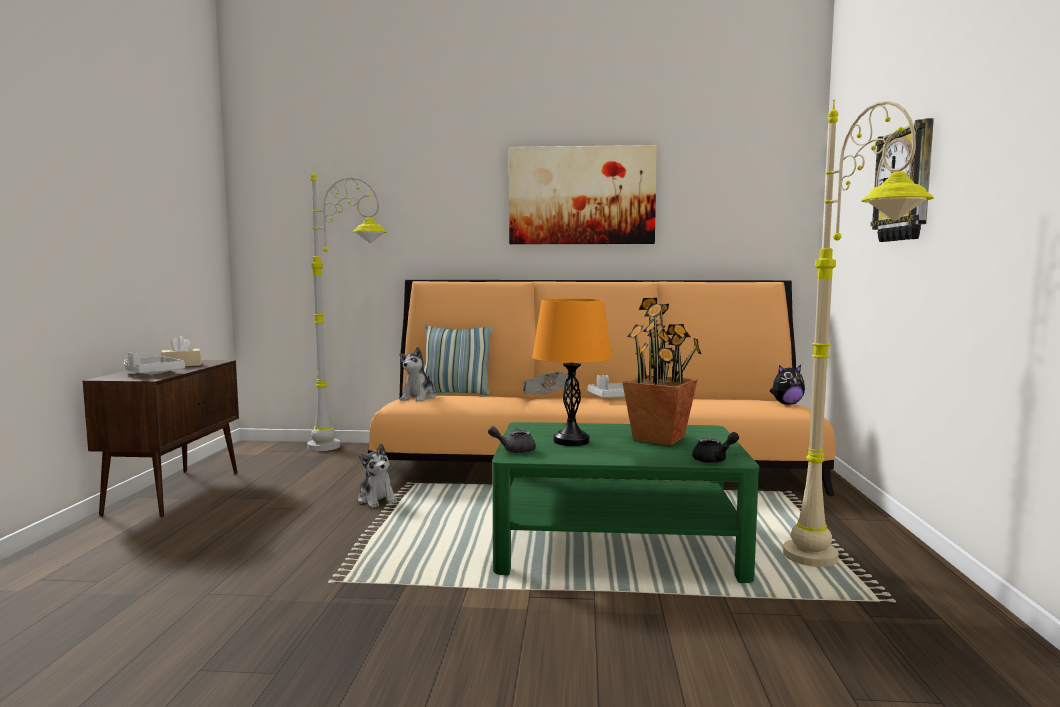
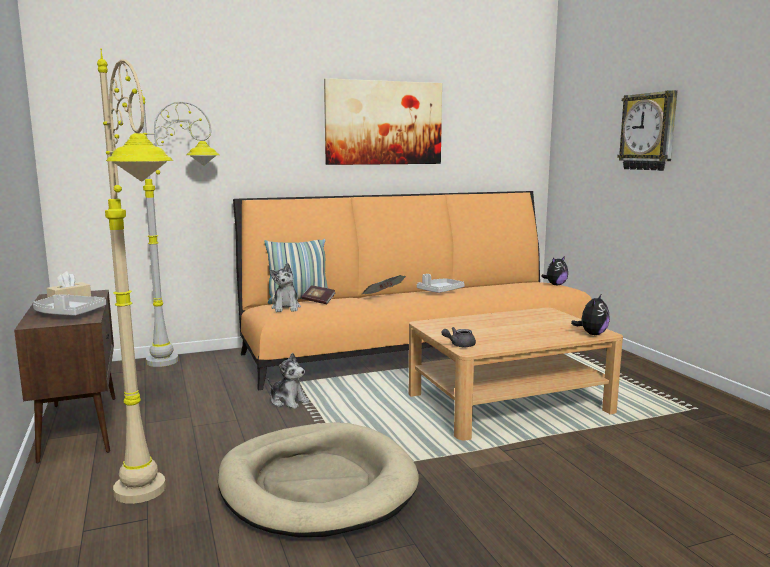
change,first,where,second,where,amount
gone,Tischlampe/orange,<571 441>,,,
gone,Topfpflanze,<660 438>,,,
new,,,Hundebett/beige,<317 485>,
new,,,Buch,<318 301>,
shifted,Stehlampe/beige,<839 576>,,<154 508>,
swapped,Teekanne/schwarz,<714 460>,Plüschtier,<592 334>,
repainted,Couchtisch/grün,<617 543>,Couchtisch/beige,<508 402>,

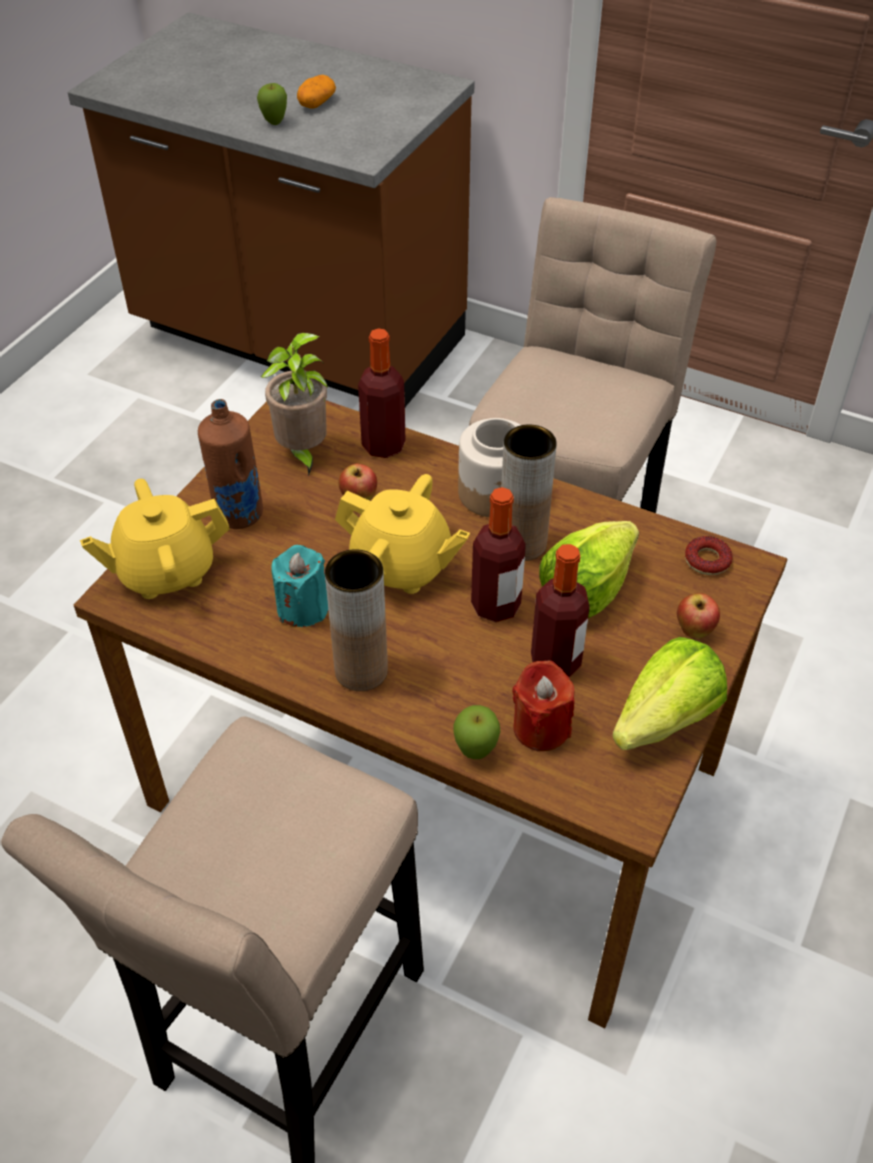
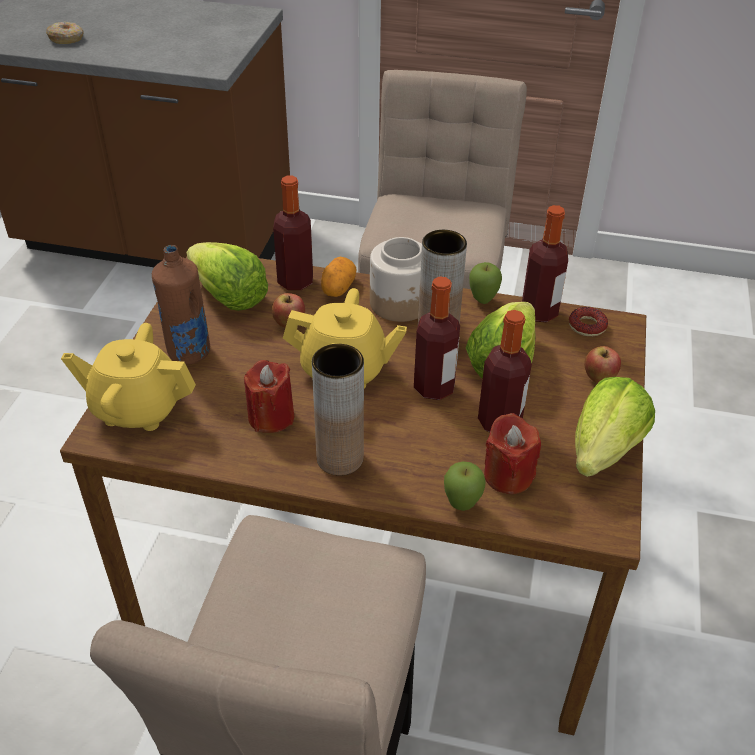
change,first,where,second,where,amount
new,,,Donut,<67 39>,
new,,,Flasche,<539 312>,
shifted,Apfel,<274 123>,,<482 301>,
shifted,Kartoffel,<316 103>,,<338 287>,
swapped,Topfpflanze,<302 453>,Salatkopf,<228 297>,
repainted,Kerze/türkis,<303 608>,Kerze/rot,<271 417>,
rotated,Teekanne/gelb,<165 571>,,<137 408>,45 degrees clockwise

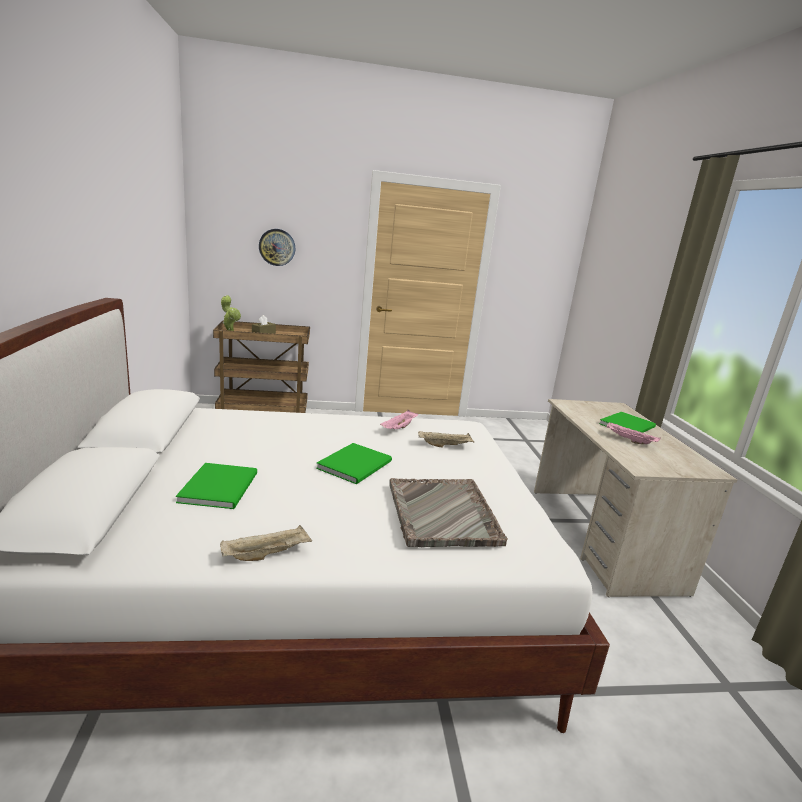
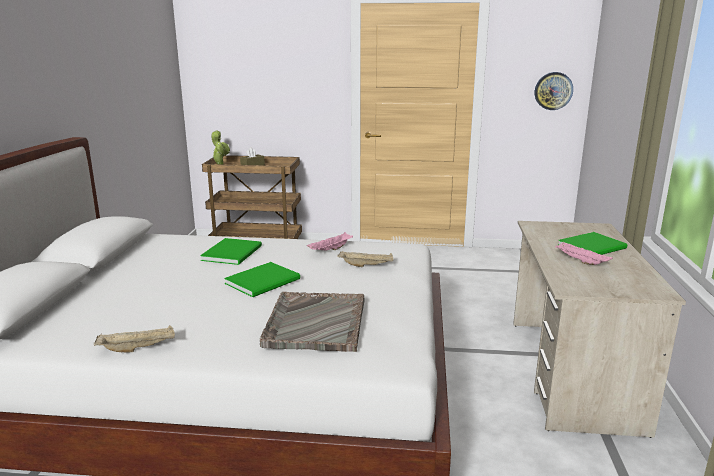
change,first,where,second,where,amount
shifted,Buch/grün,<221 486>,,<234 252>,
shifted,Wanduhr,<277 247>,,<553 91>,

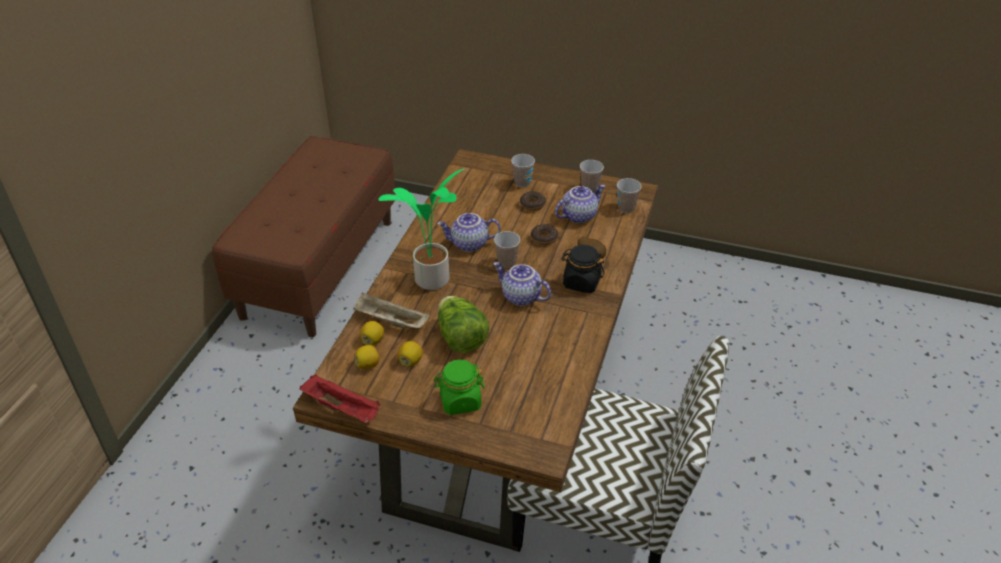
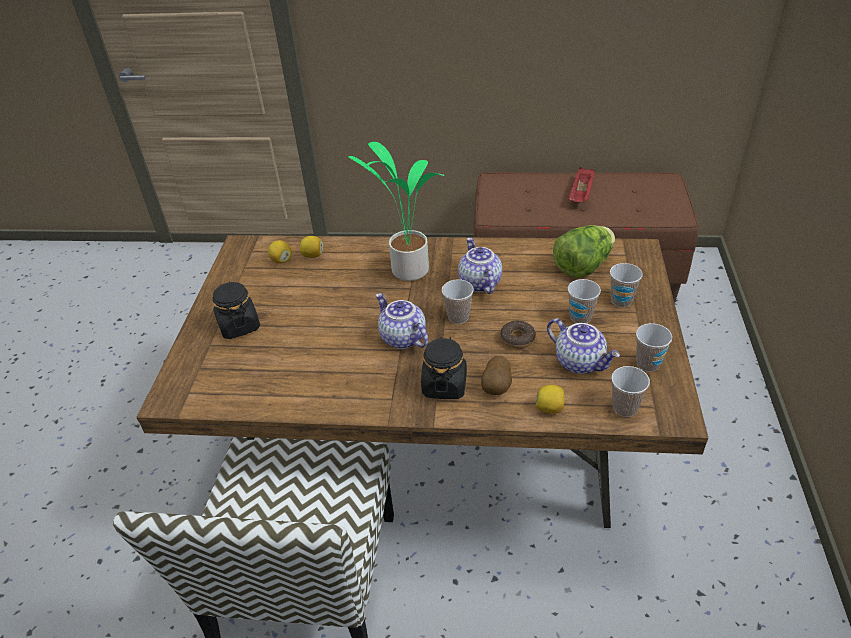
change,first,where,second,where,amount
gone,Tablett/beige,<390 321>,,,
shifted,Tablett/rot,<343 408>,,<581 194>,
shifted,Zitrone,<410 361>,,<550 408>,
shifted,Salatkopf,<460 338>,,<583 266>,
swapped,Donut,<532 204>,Tasse,<580 317>,
repainted,Vorratsglas/grün,<460 401>,Vorratsglas/schwarz,<239 325>,
rotated,Teekanne,<520 297>,,<402 338>,60 degrees counterclockwise

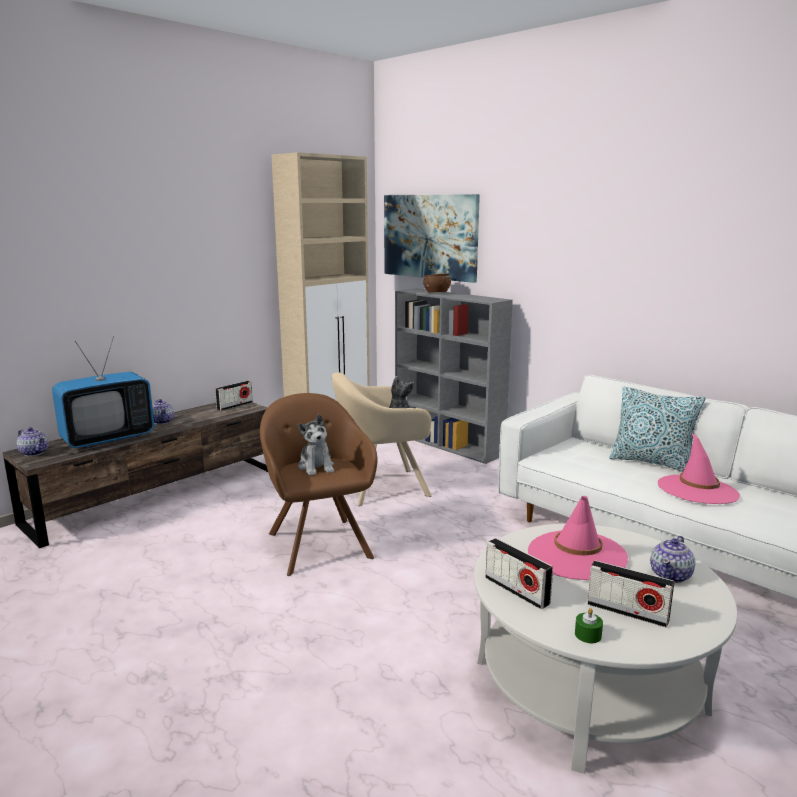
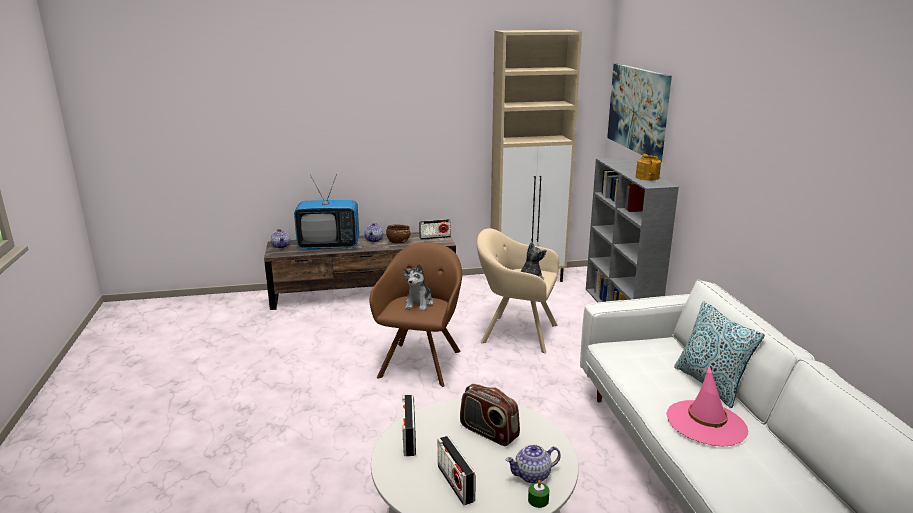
change,first,where,second,where,amount
new,,,Teekanne,<647 177>,
shifted,Schüssel/braun,<437 293>,,<398 242>,
shifted,Kerze/grün,<588 635>,,<538 500>,
swapped,Hut/rosa,<576 555>,Radio,<488 432>,

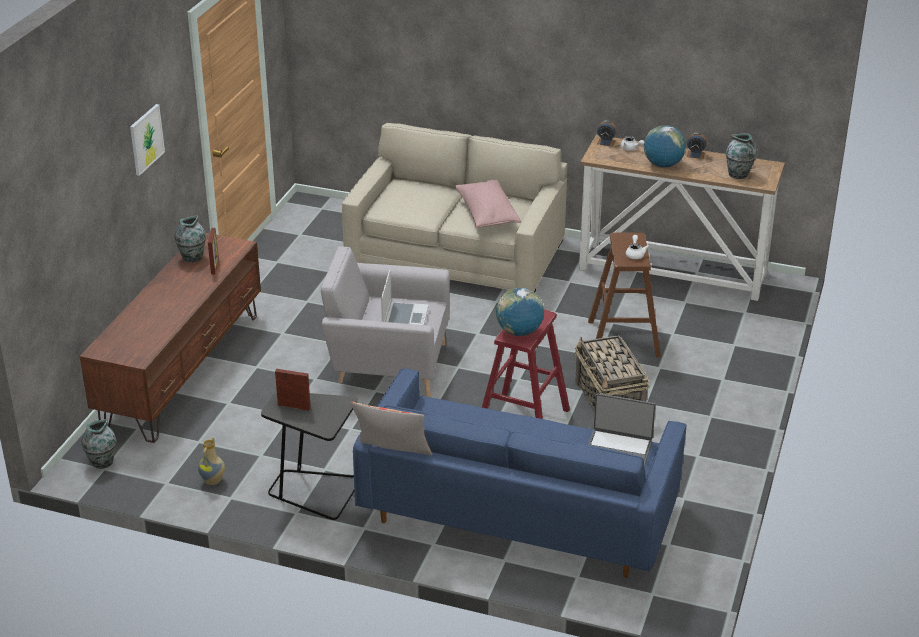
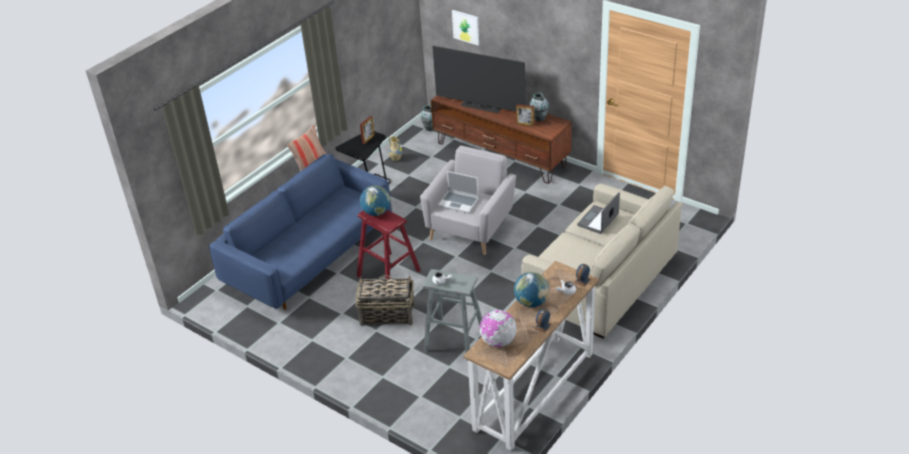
change,first,where,second,where,amount
gone,Kissen/rosa,<487 214>,,,
new,,,Fernseher,<480 107>,
shifted,Bild,<146 139>,,<466 27>,
shifted,Laptop,<618 449>,,<598 220>,
swapped,Vase,<738 175>,Globus,<498 341>,
repainted,Hocker/braun,<623 338>,Hocker/grau,<454 339>,

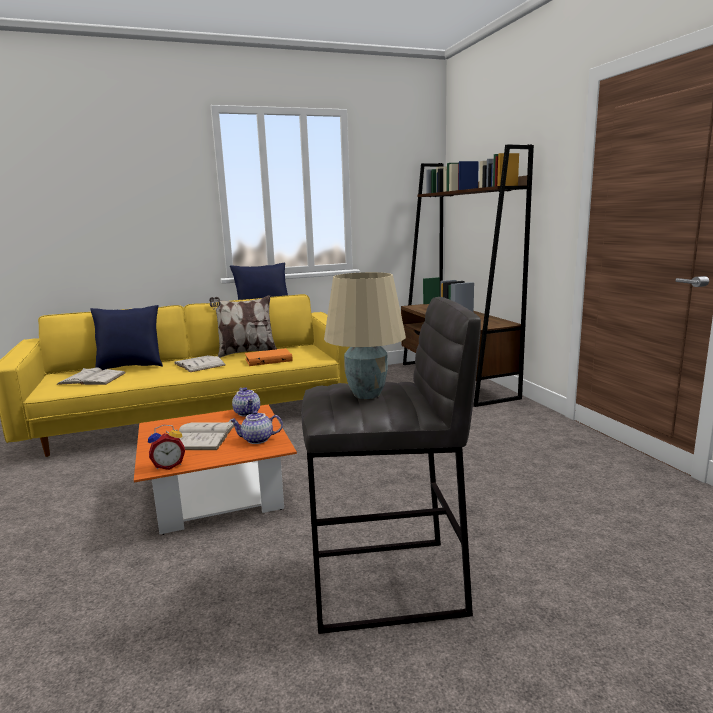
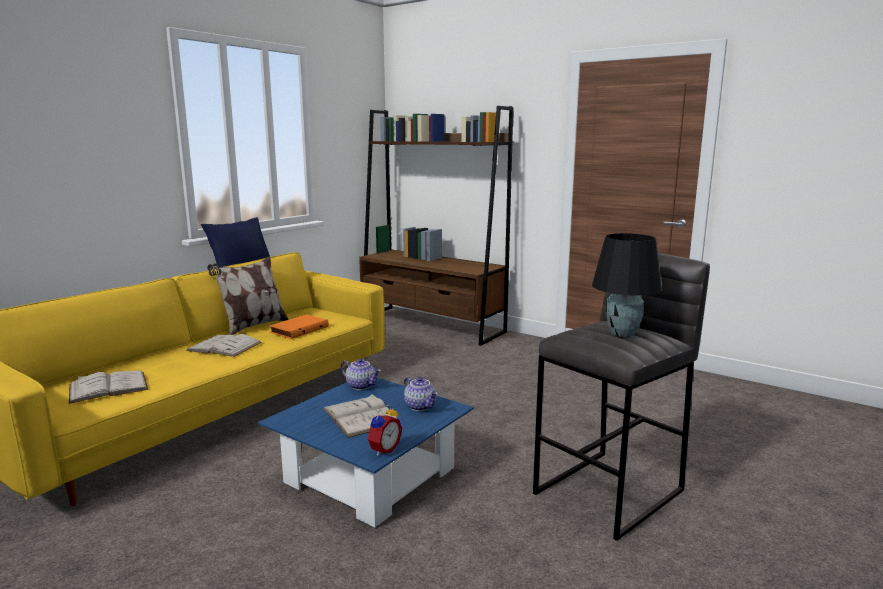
change,first,where,second,where,amount
gone,Kissen/blau,<130 367>,,,
repainted,Couchtisch/orange,<218 493>,Couchtisch/blau,<370 475>,
repainted,Tischlampe/beige,<366 394>,Tischlampe/schwarz,<621 333>,
rotated,Teekanne,<257 440>,,<421 406>,90 degrees counterclockwise

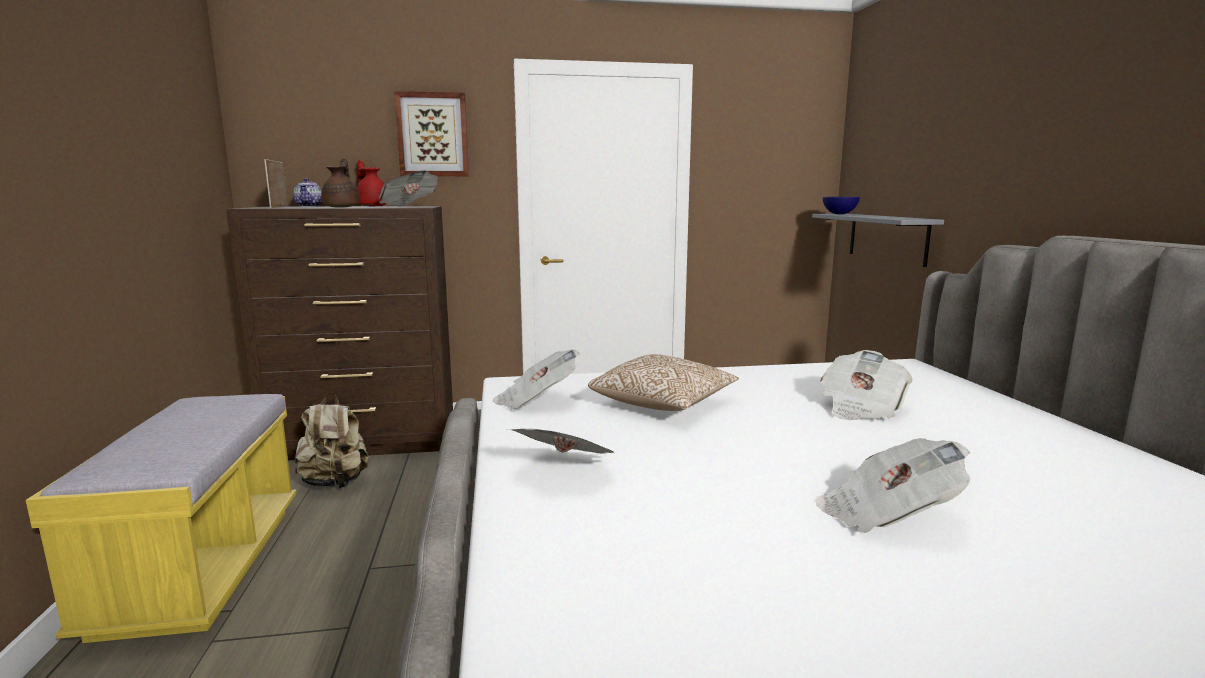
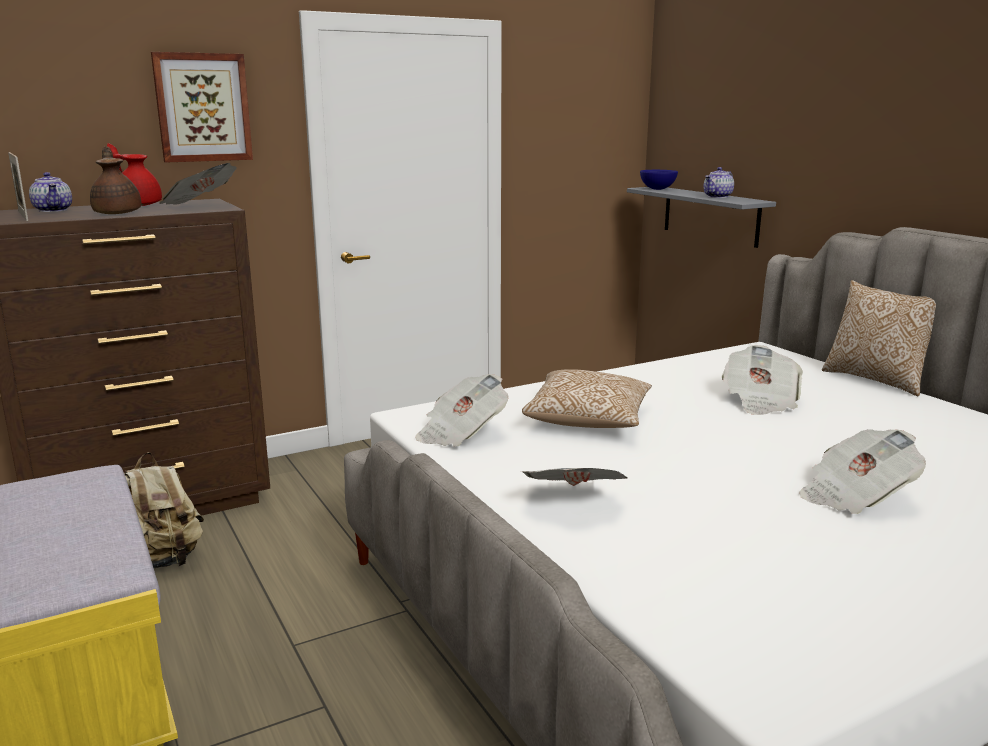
change,first,where,second,where,amount
new,,,Teekanne,<718 196>,
new,,,Kissen,<876 380>,

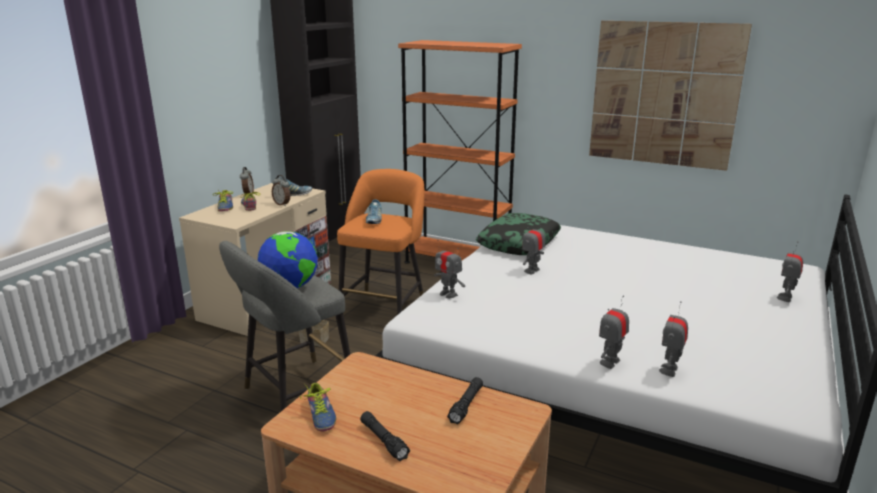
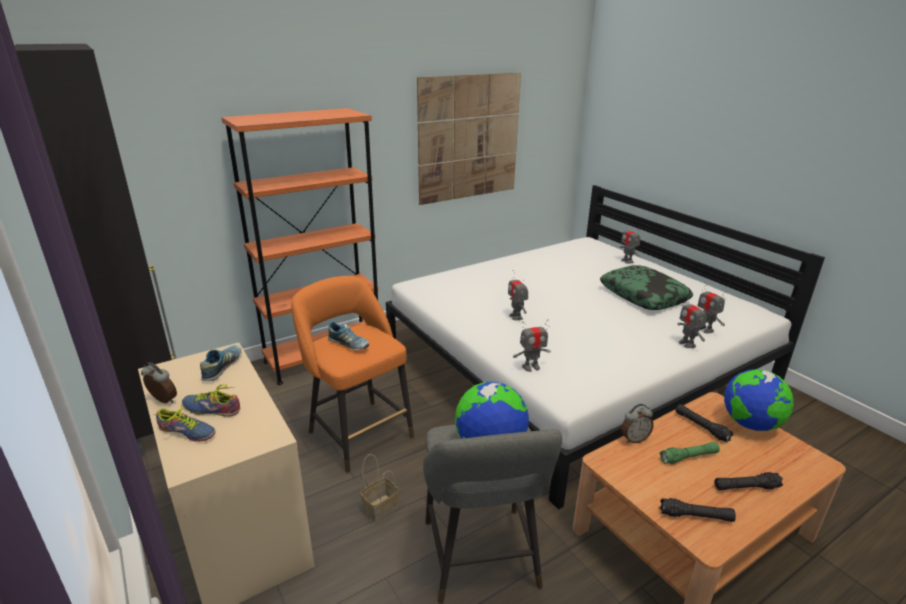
change,first,where,second,where,amount
new,,,Taschenlampe/grün,<688 457>,
new,,,Globus,<750 424>,
shifted,Wecker,<282 204>,,<634 439>,
shifted,Kissen,<519 243>,,<644 295>,
swapped,Schuh,<319 416>,Taschenlampe/schwarz,<695 516>,

